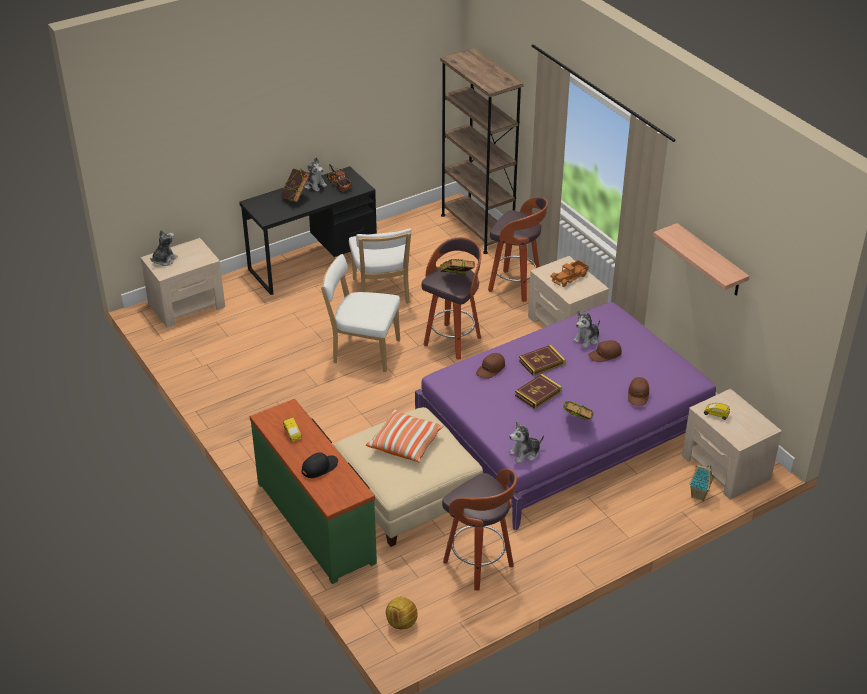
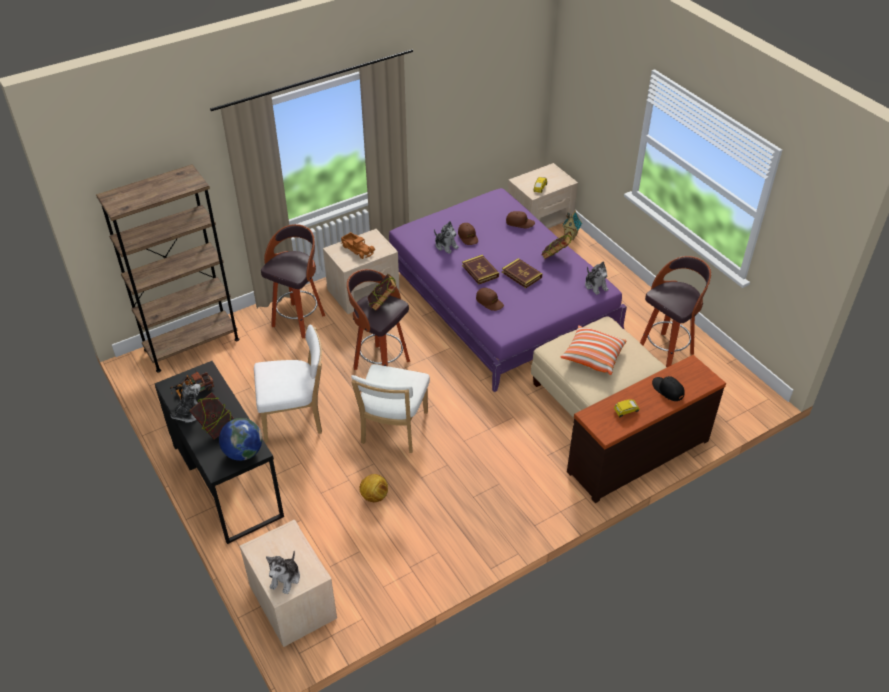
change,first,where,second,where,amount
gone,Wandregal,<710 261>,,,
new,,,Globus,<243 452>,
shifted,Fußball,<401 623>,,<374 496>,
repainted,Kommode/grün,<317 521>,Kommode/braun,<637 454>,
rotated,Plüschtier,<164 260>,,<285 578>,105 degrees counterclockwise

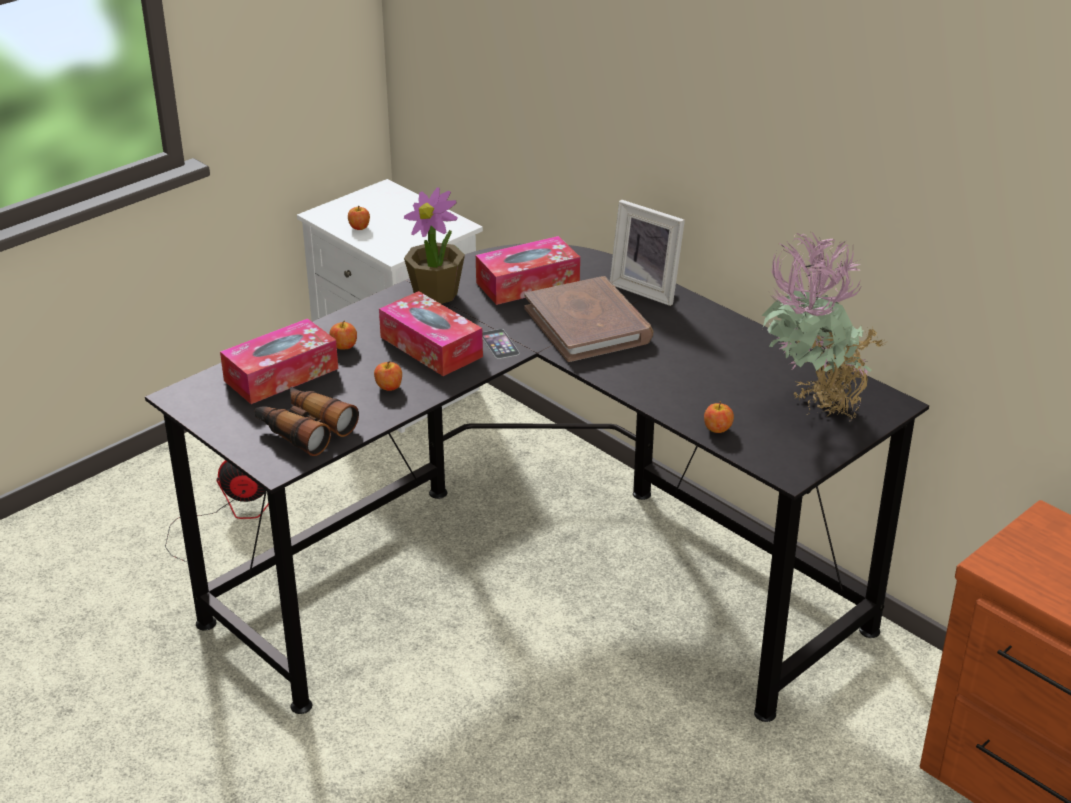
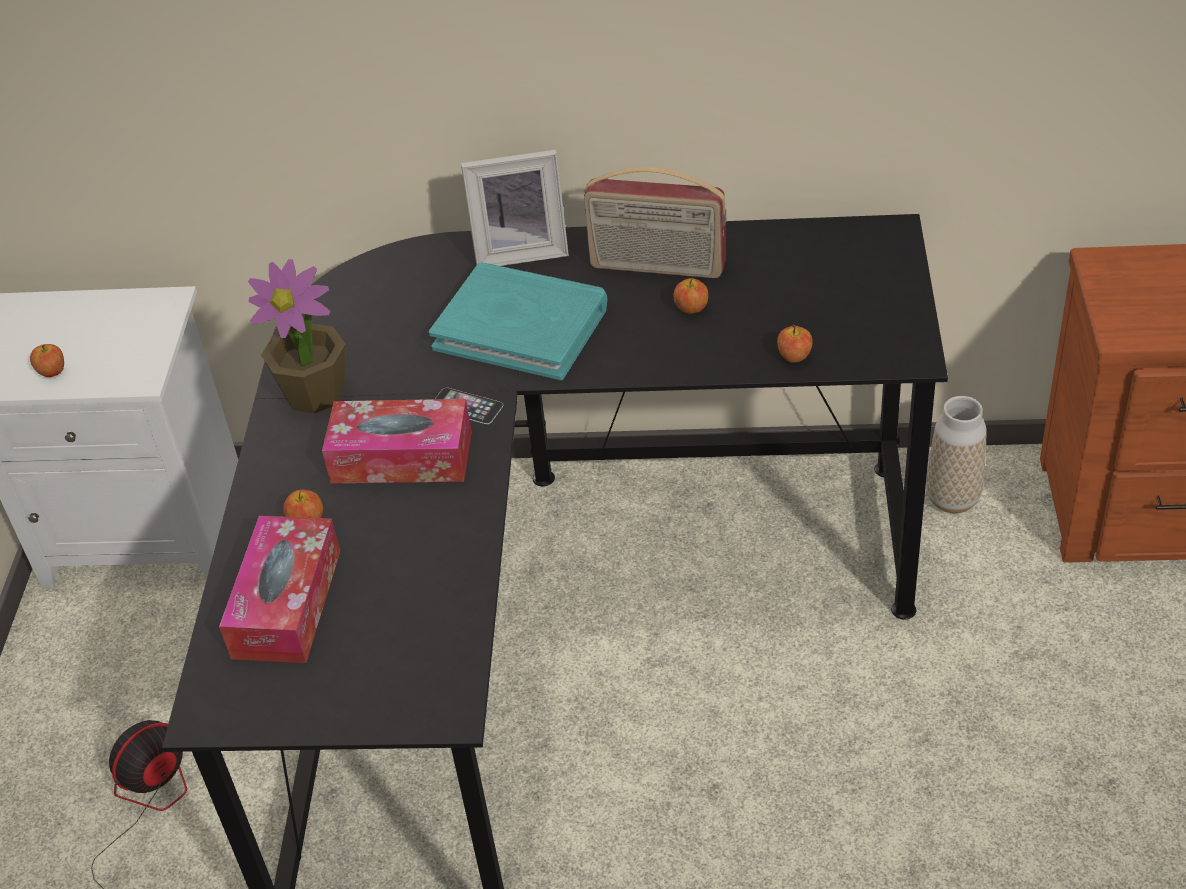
change,first,where,second,where,amount
gone,Fernglas,<304 429>,,,
gone,Taschentuchbox,<527 283>,,,
gone,Topfpflanze,<811 410>,,,
new,,,Radio,<657 267>,
new,,,Vase,<952 499>,
shifted,Apfel,<389 387>,,<691 308>,
repainted,Buch/braun,<588 325>,Buch/türkis,<521 326>,

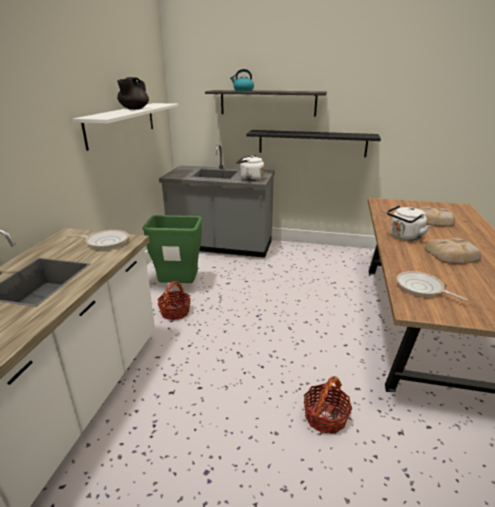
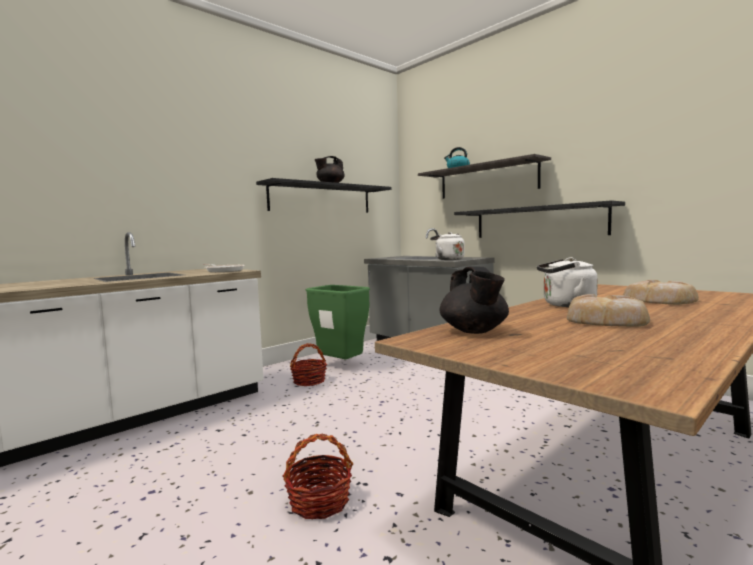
change,first,where,second,where,amount
swapped,Pfanne,<421 288>,Teekanne/schwarz,<474 331>,
repainted,Wandregal/weiß,<122 124>,Wandregal/schwarz,<321 198>,

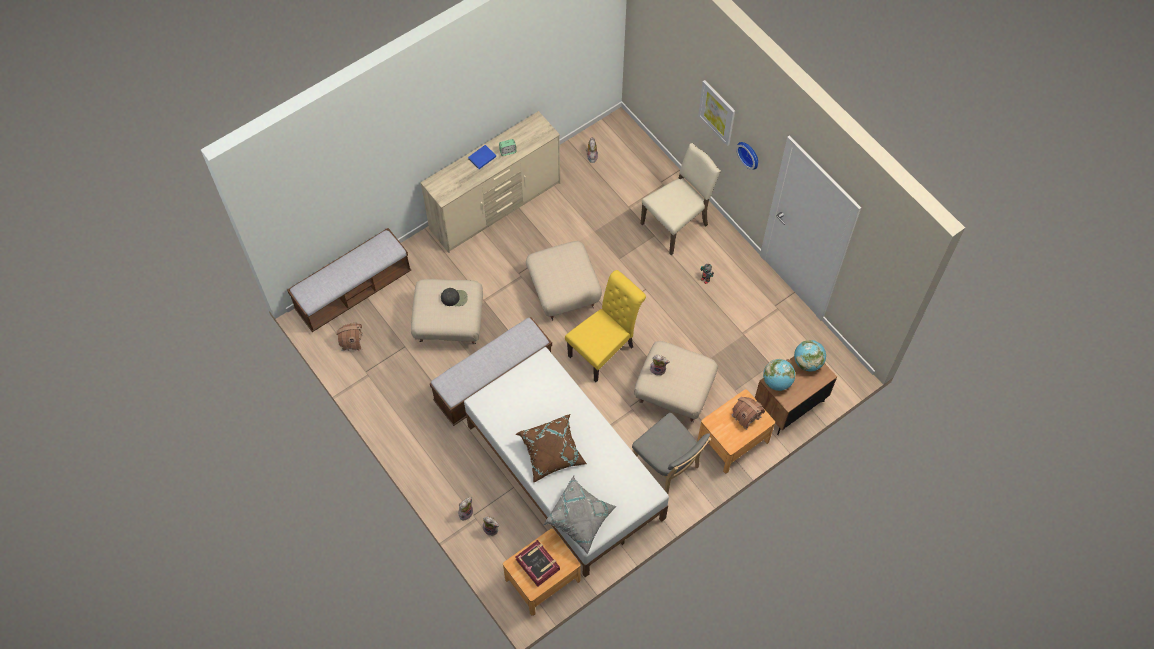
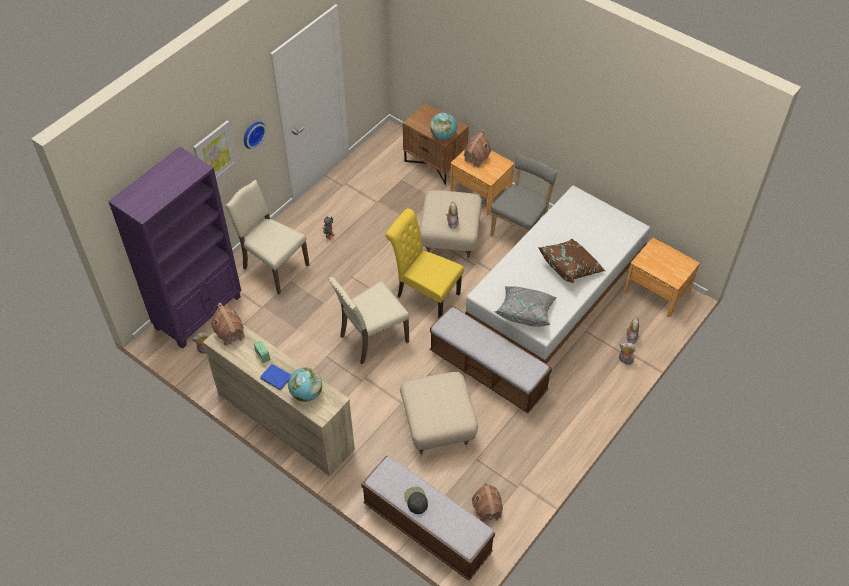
change,first,where,second,where,amount
gone,Buch,<538 564>,,,
new,,,Bücherregal/lila,<199 312>,
new,,,Spielzeughaus,<230 334>,
shifted,Kappe/schwarz,<454 298>,,<416 500>,
shifted,Kissen/grau,<580 519>,,<525 312>,
shifted,Globus,<807 362>,,<306 393>,
swapped,Polsterhocker/beige,<563 291>,Stuhl/beige,<372 338>,

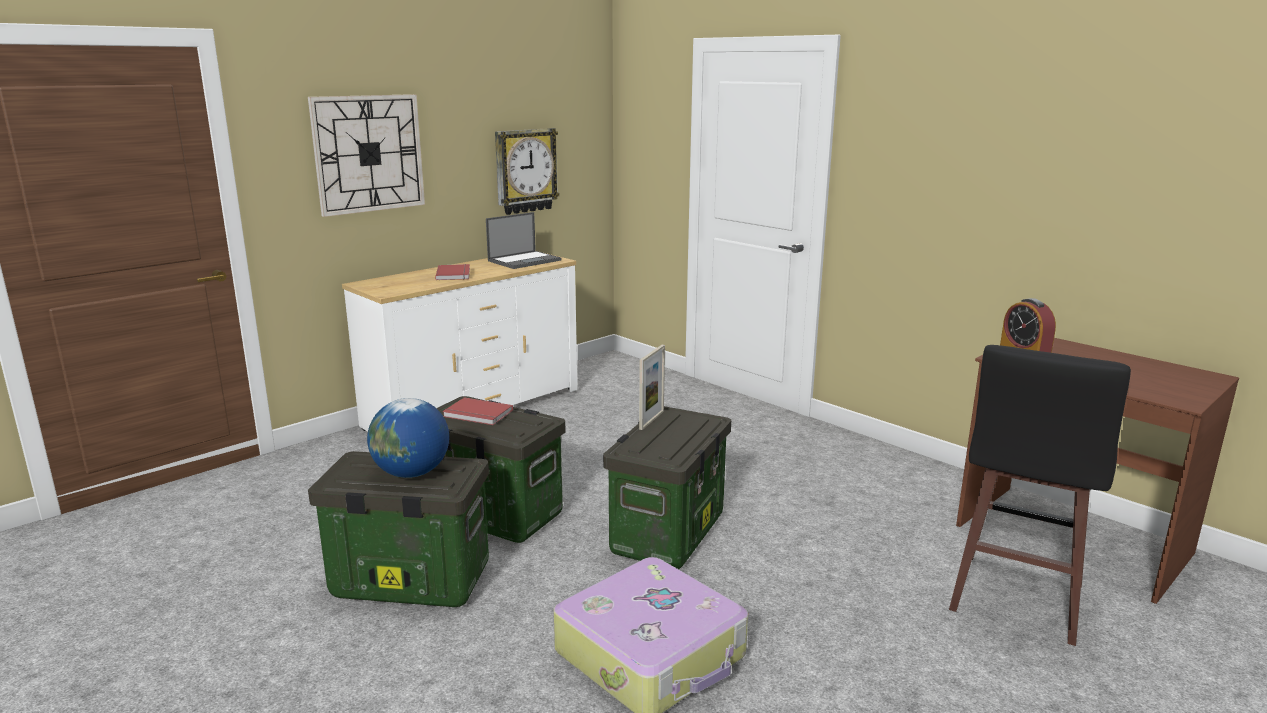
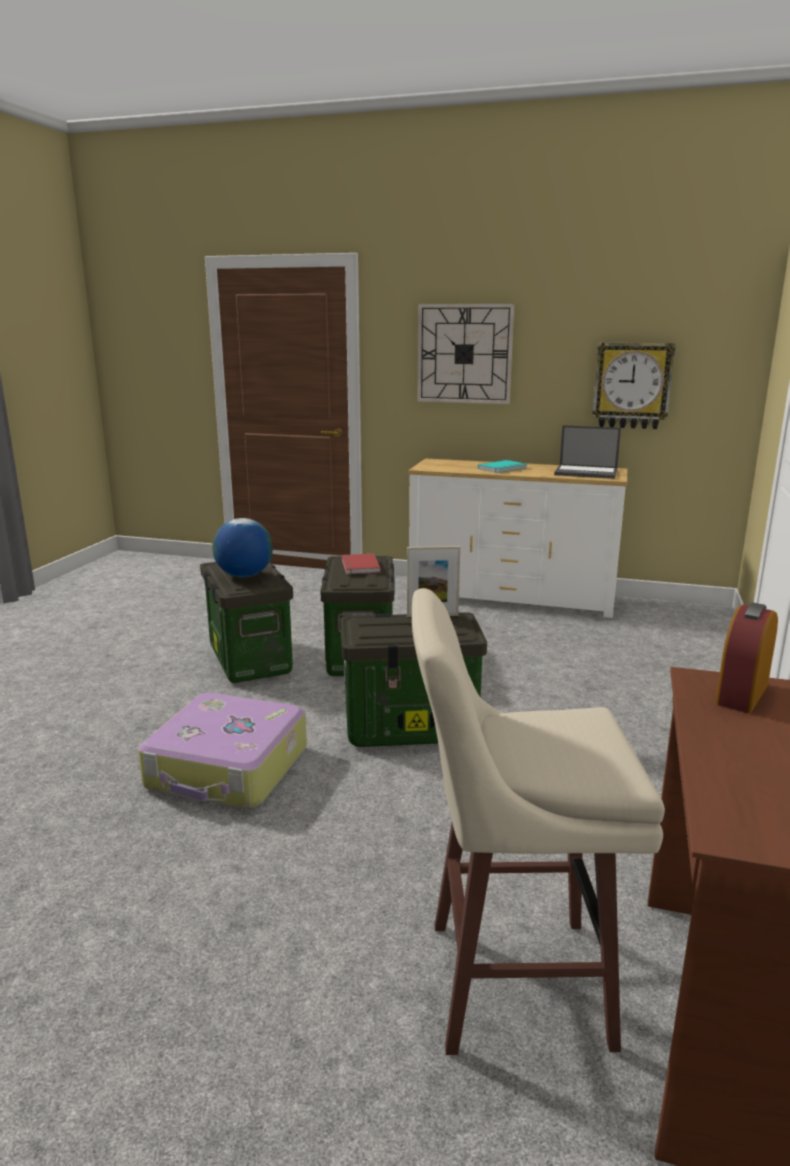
change,first,where,second,where,amount
repainted,Buch/rot,<455 274>,Buch/türkis,<503 468>,
repainted,Hocker/schwarz,<1014 599>,Hocker/beige,<511 981>,

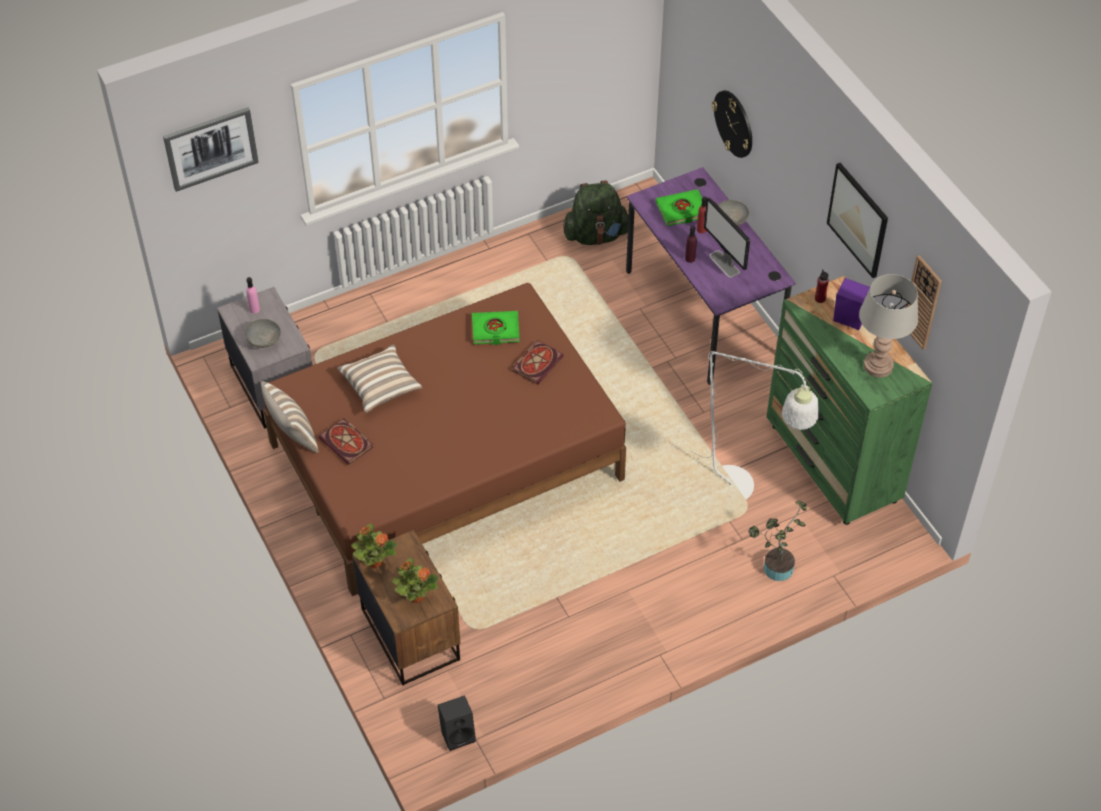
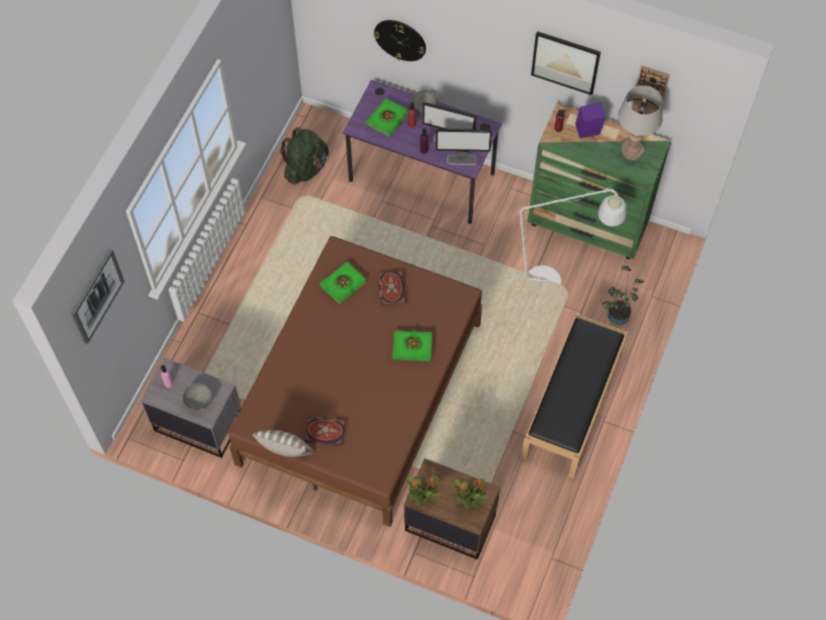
change,first,where,second,where,amount
gone,Kissen,<380 386>,,,
gone,Lautsprecher/schwarz,<458 734>,,,
new,,,Buch/grün,<412 347>,
new,,,Monitor,<462 160>,
new,,,Bank/schwarz,<572 405>,

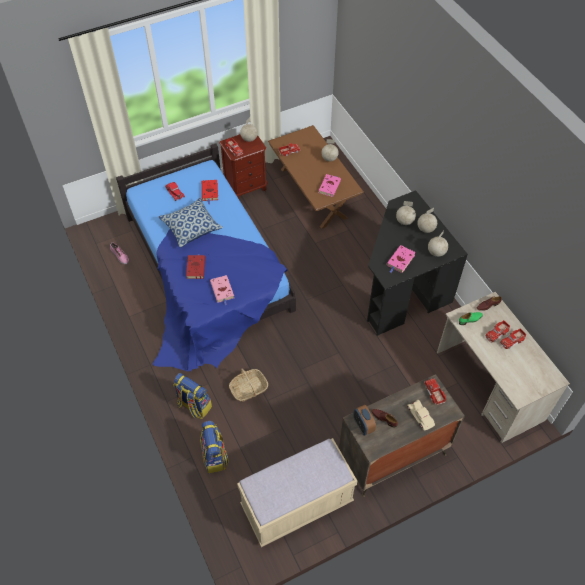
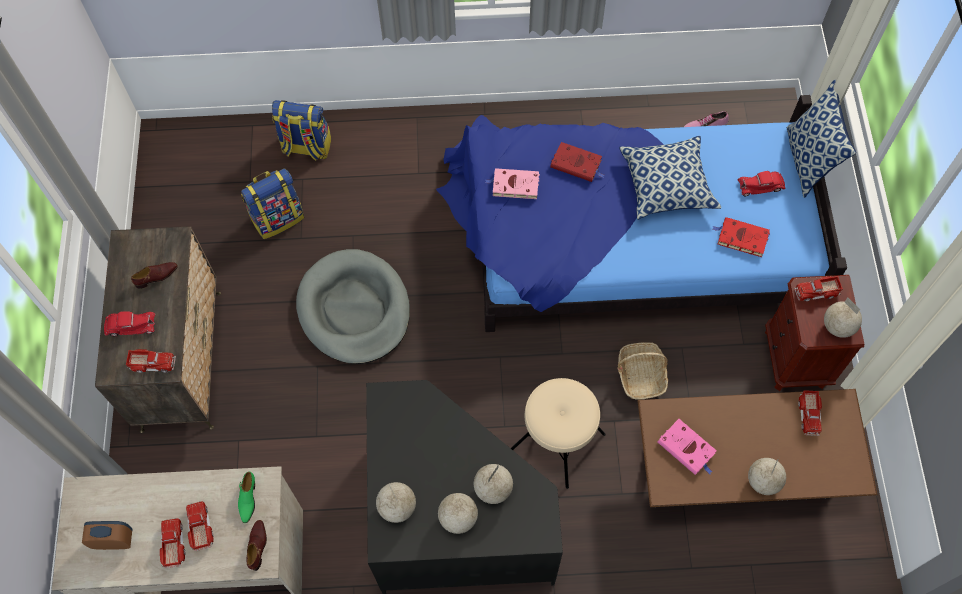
change,first,where,second,where,amount
gone,Bank/beige,<297 504>,,,
gone,Buch/rosa,<400 261>,,,
new,,,Hundebett/grau,<354 309>,
new,,,Hocker/beige,<557 441>,
new,,,Kissen,<808 161>,
shifted,Rucksack,<194 405>,,<278 218>,
shifted,Korb,<249 389>,,<640 375>,
shifted,Wecker,<363 425>,,<114 540>,
repainted,Spielzeugauto/beige,<420 416>,Spielzeugauto/rot,<130 325>,

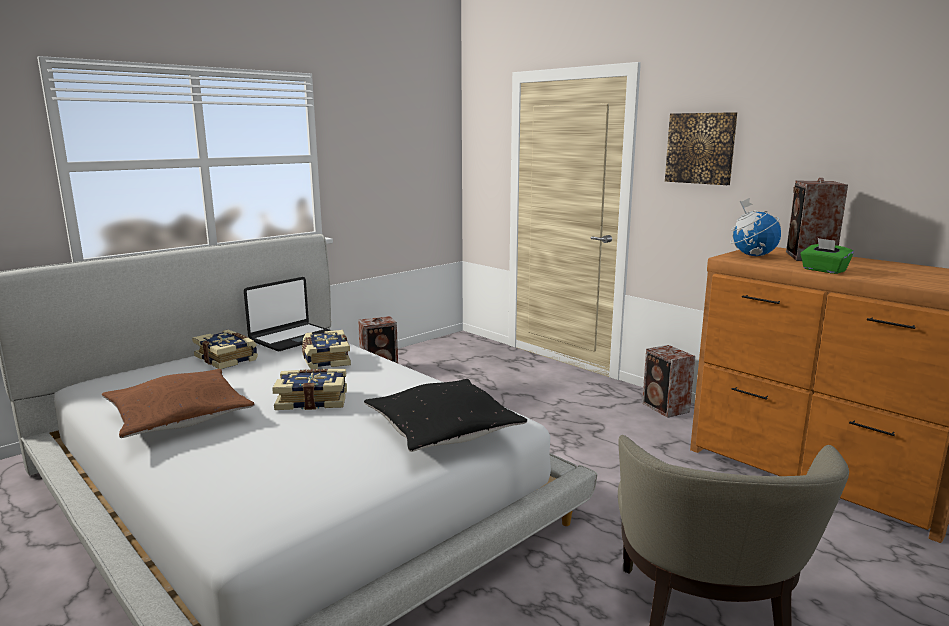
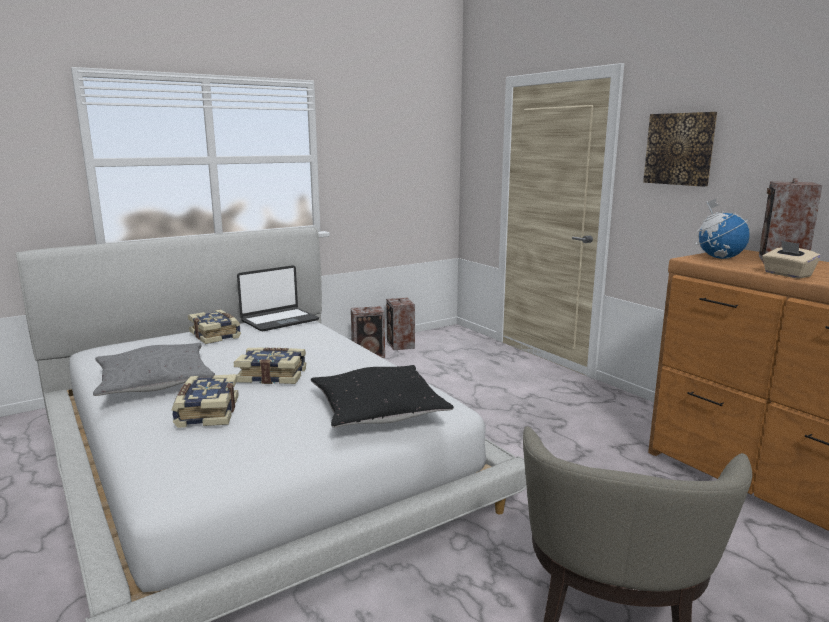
change,first,where,second,where,amount
shifted,Buch,<325 359>,,<206 412>,
shifted,Lautsprecher,<666 408>,,<400 345>,
repainted,Kissen/braun,<179 416>,Kissen/grau,<154 382>,
repainted,Taschentuchbox/grün,<823 270>,Taschentuchbox/beige,<787 274>,

